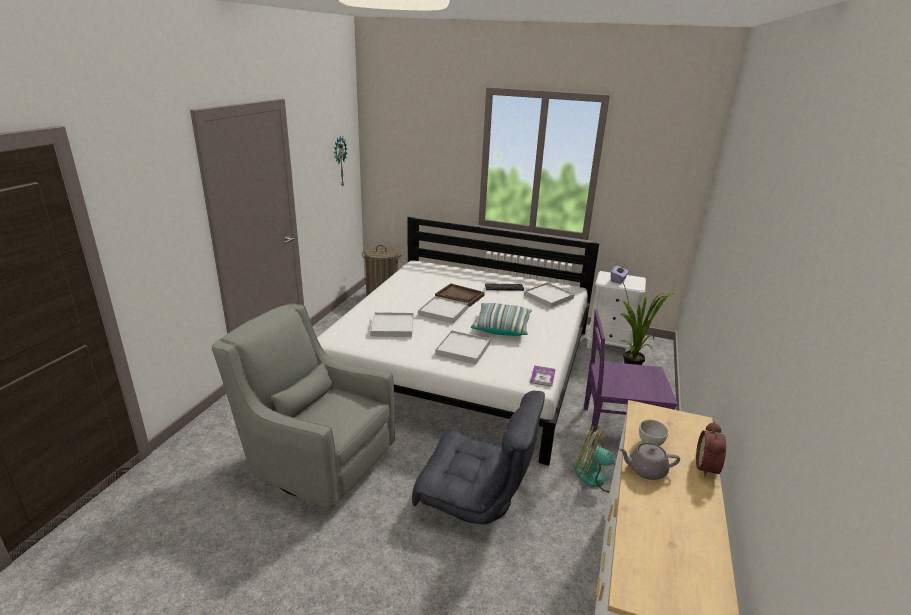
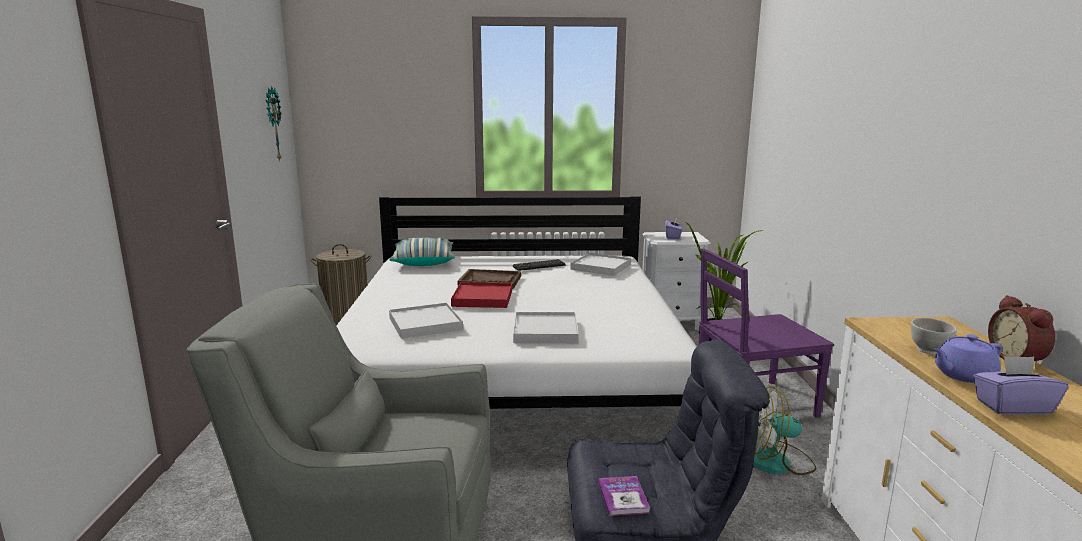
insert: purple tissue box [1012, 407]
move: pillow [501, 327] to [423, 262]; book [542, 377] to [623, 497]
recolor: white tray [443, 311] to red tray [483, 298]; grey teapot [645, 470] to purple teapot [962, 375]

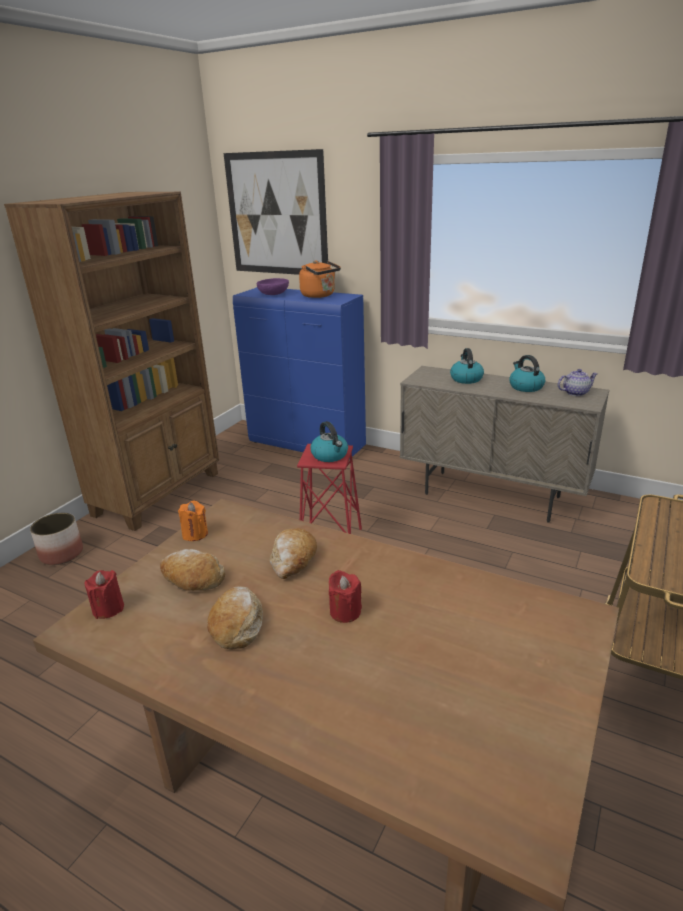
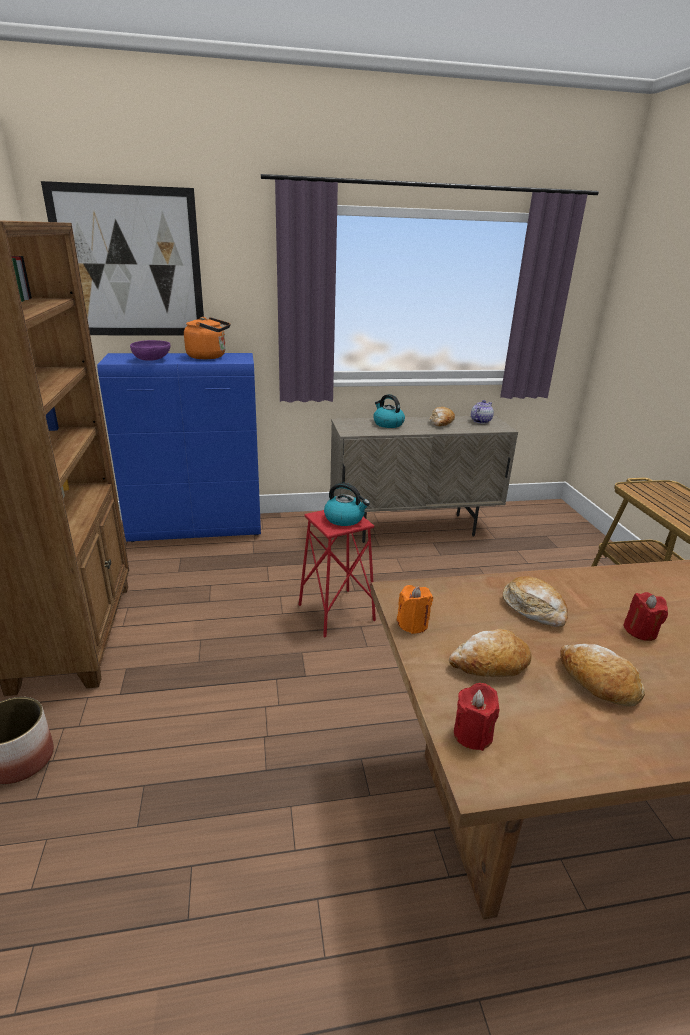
replace: kettle [525, 387] to bread [441, 422]

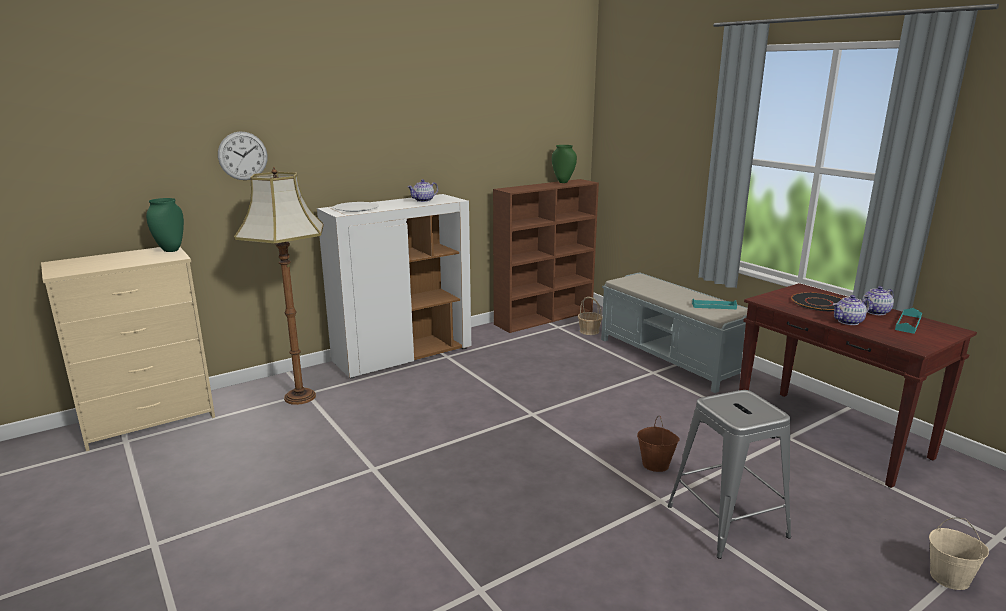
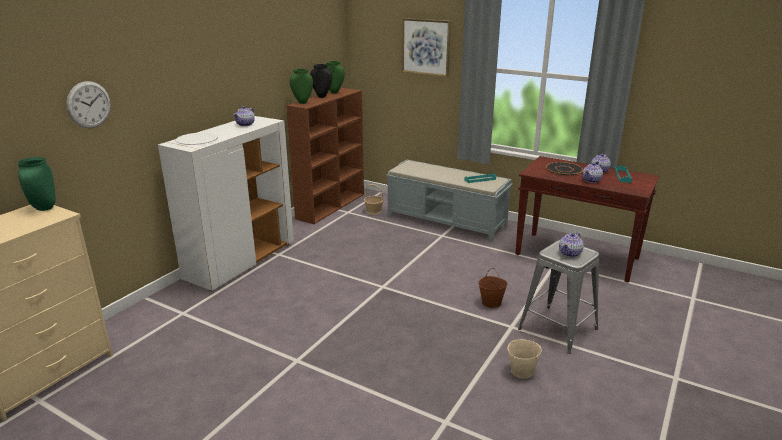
delete: floor lamp [299, 397]
insert: green vase [302, 103]; black vase [321, 97]; picture [426, 47]; teapot [570, 253]
move: beige bucket [949, 578] to [522, 371]

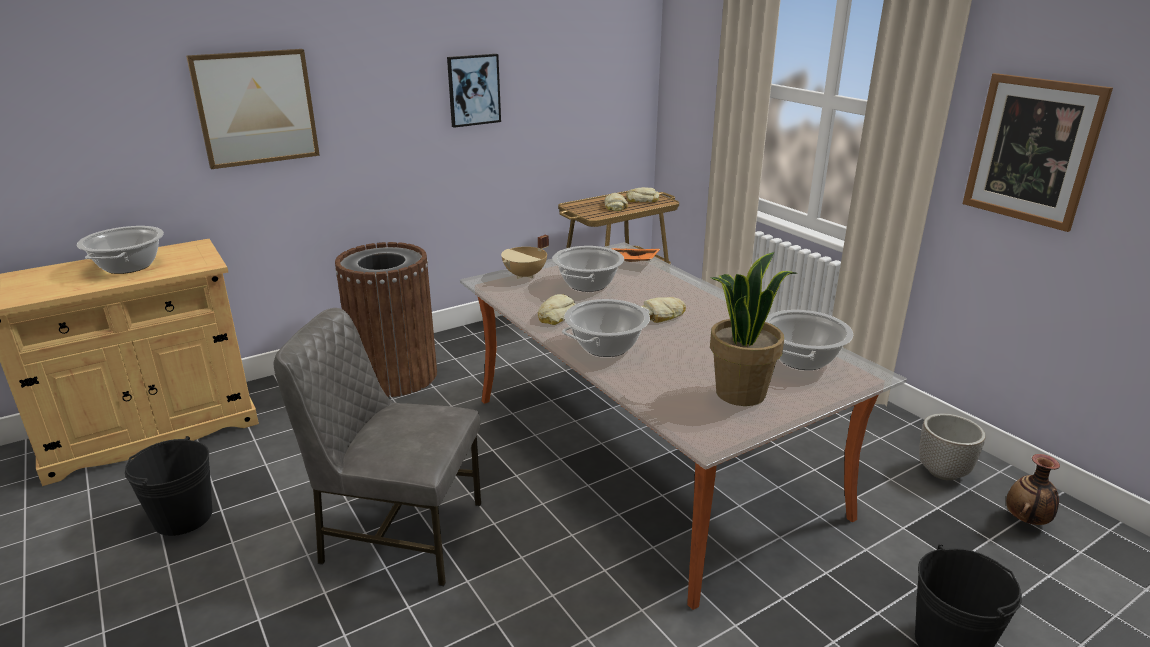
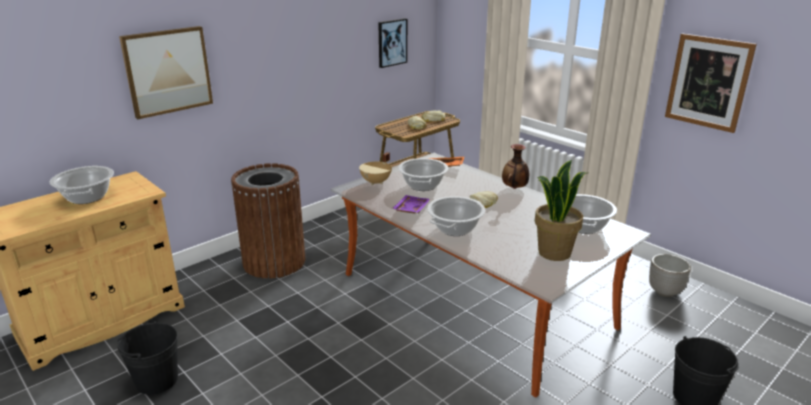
delete: grey chair [399, 533]
move: picture [473, 90] to [392, 42]; vase [1026, 520] to [514, 188]
replace: bread [555, 315] to purple tray [410, 209]

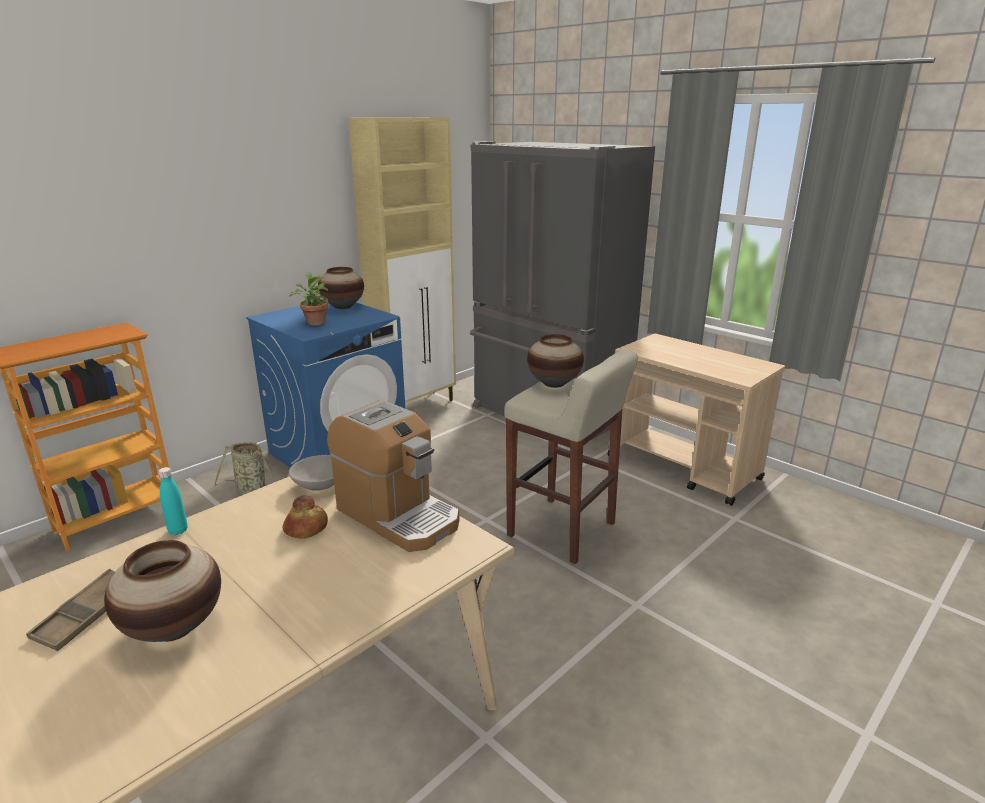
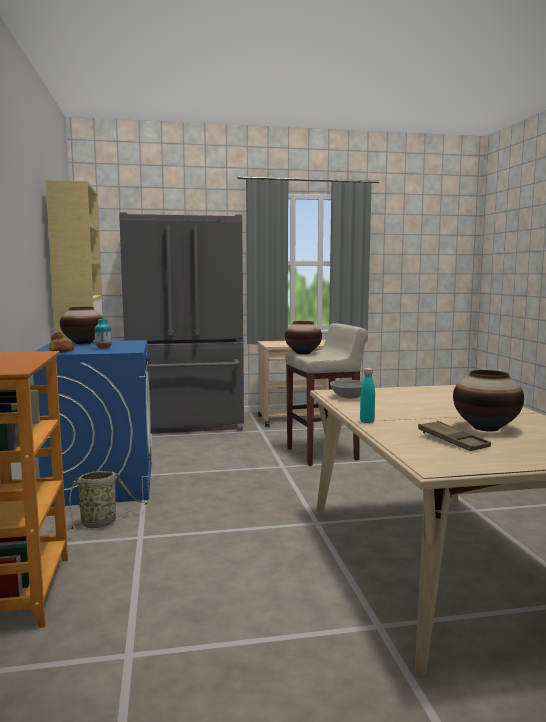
delete: coffee machine [398, 515]
move: bread [306, 528] to [61, 351]
replace: potted plant [314, 322] to vase [103, 348]

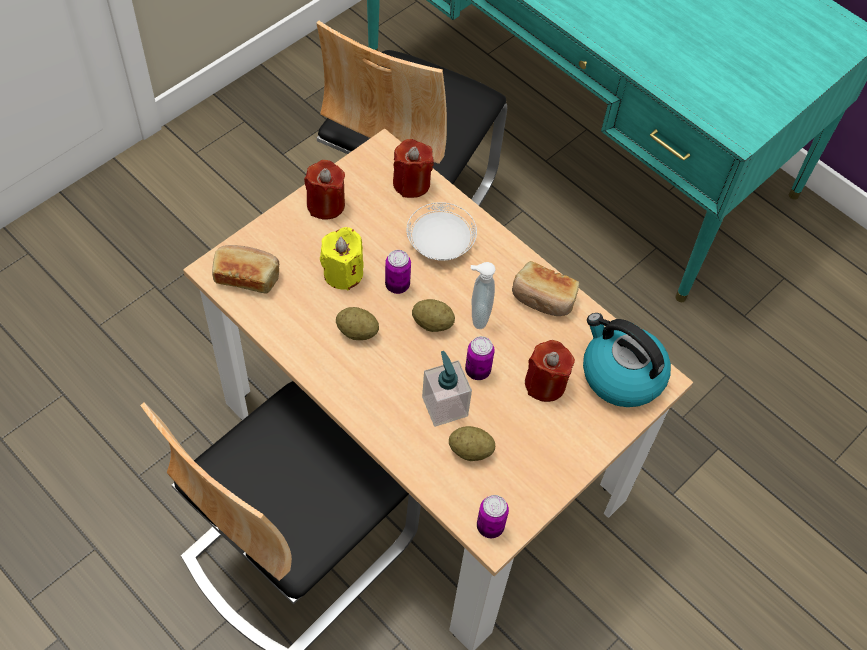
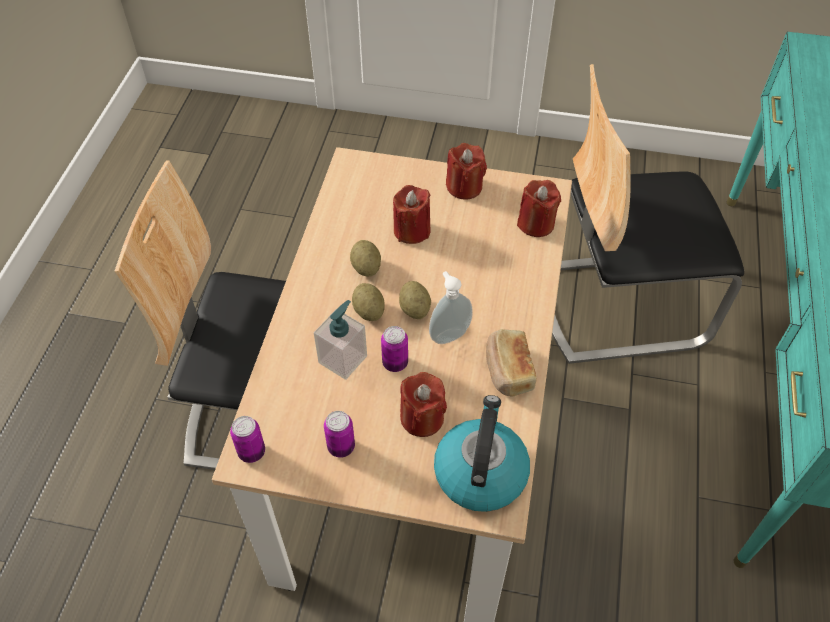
delete: bread [247, 276]; white plate [441, 244]
move: can [397, 285] to [341, 447]; potato [470, 450] to [369, 311]
recolor: yellow candle [343, 273] to red candle [412, 230]

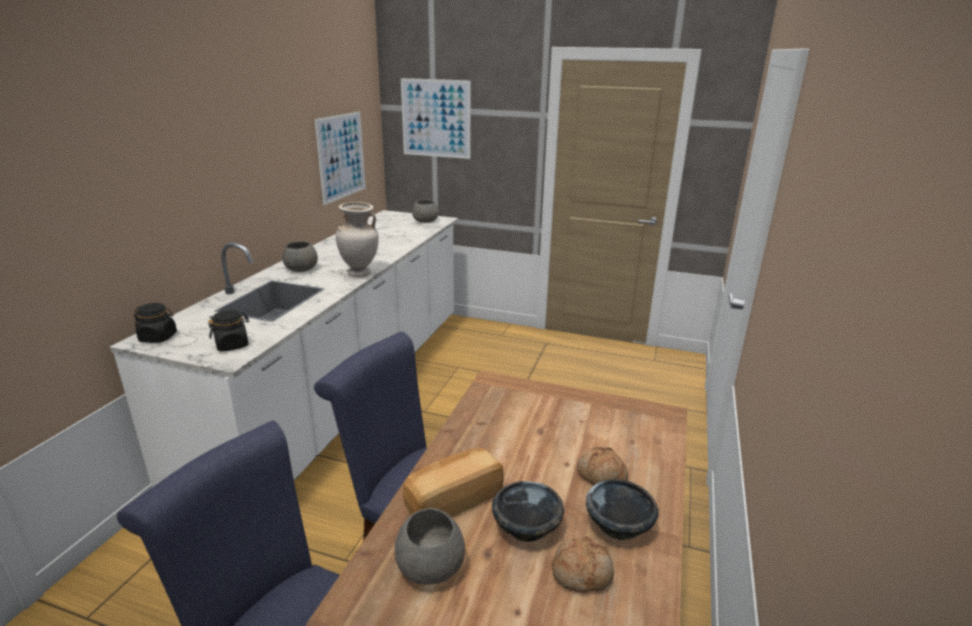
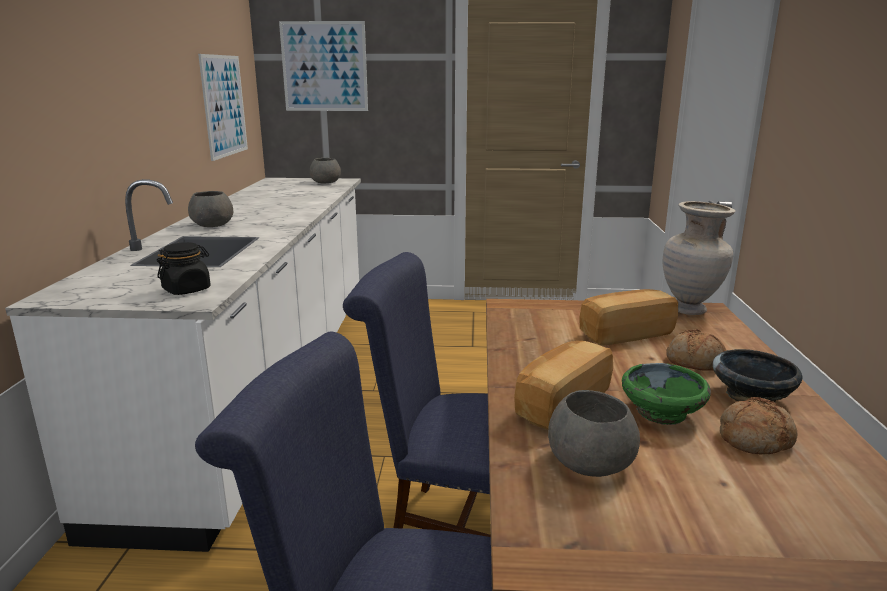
delete: black jar [158, 337]
insert: bread [624, 334]
move: beige vase [359, 273] to [689, 310]
recolor: black bowl [526, 527] to green bowl [661, 413]

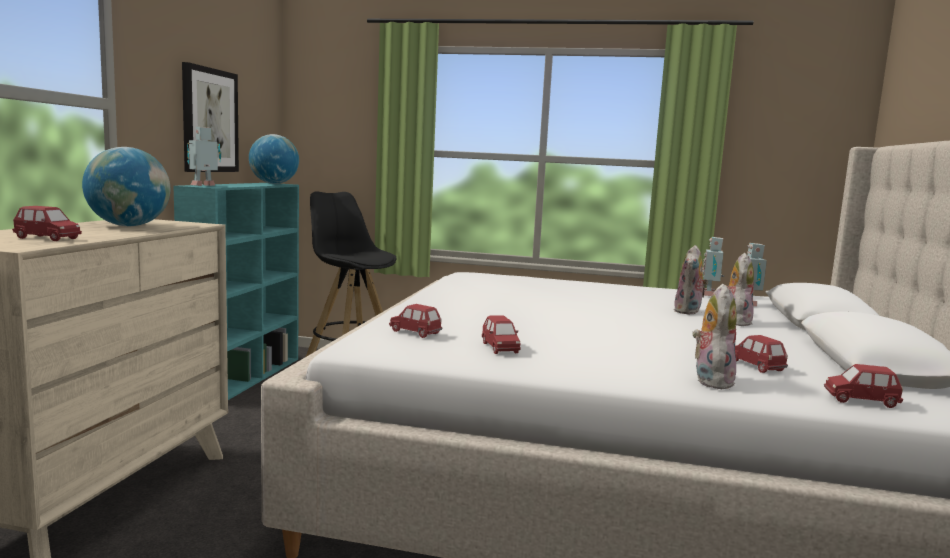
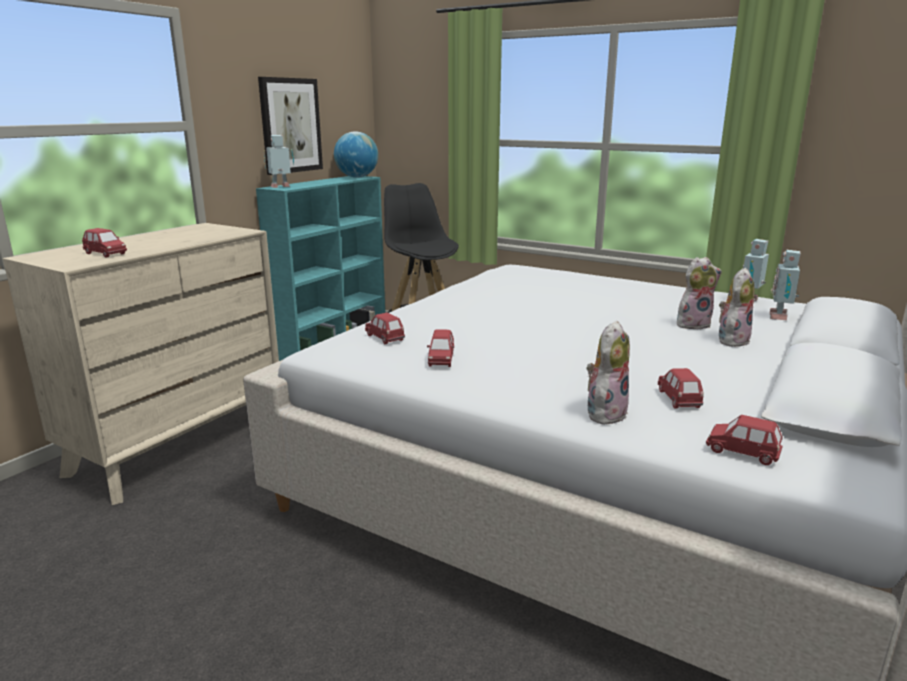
delete: globe [129, 226]
rotate: plush toy [689, 312] = [693, 324] 150 degrees counterclockwise

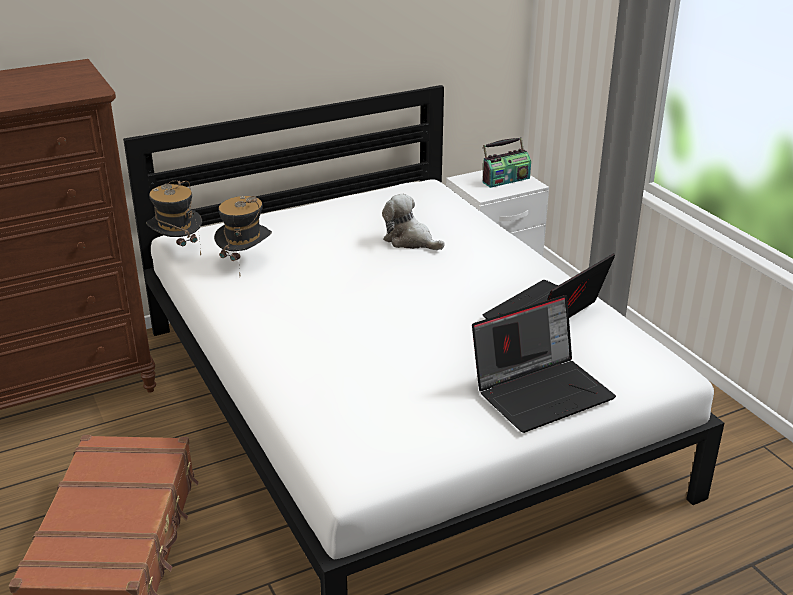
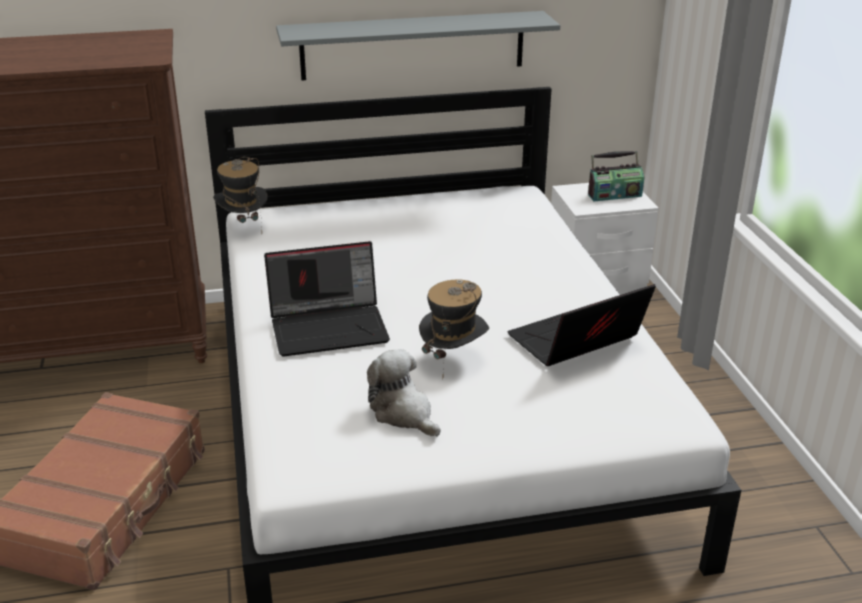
insert: grey shelf [413, 45]
move: hat [245, 263] to [453, 360]; plush toy [410, 241] to [404, 413]; laptop [542, 391] to [330, 327]

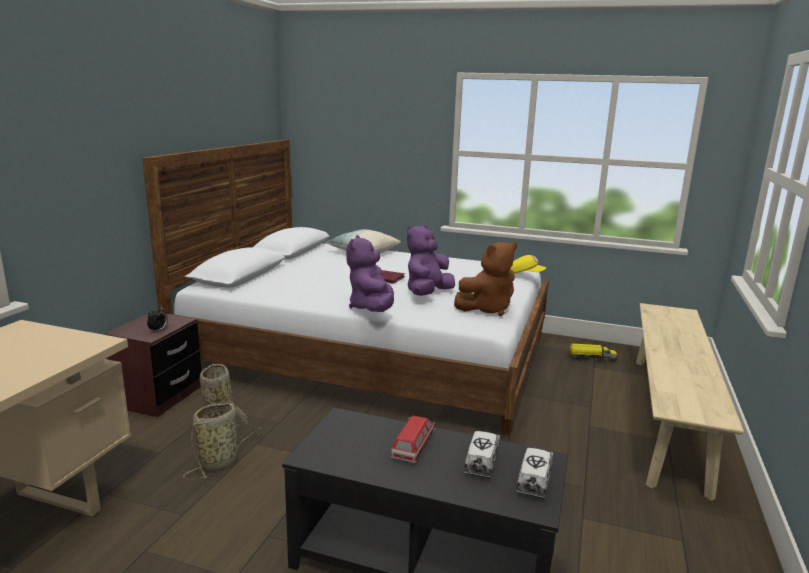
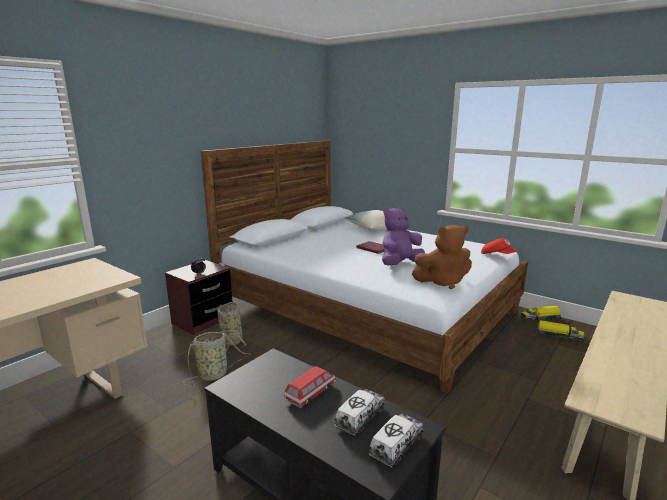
delete: purple plush toy [372, 308]
insert: toy truck [540, 318]
recolor: yellow cap [524, 275] to red cap [497, 255]

